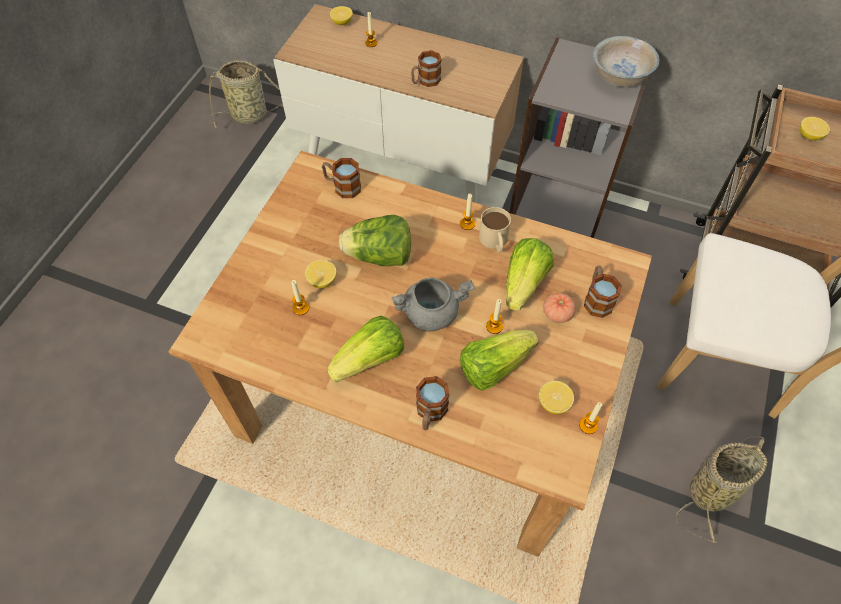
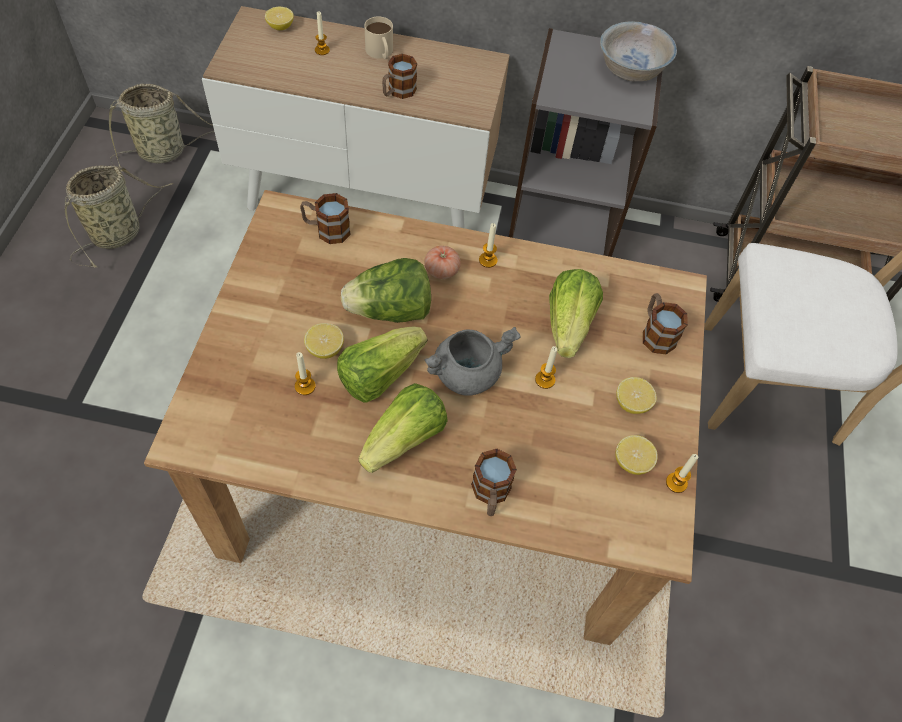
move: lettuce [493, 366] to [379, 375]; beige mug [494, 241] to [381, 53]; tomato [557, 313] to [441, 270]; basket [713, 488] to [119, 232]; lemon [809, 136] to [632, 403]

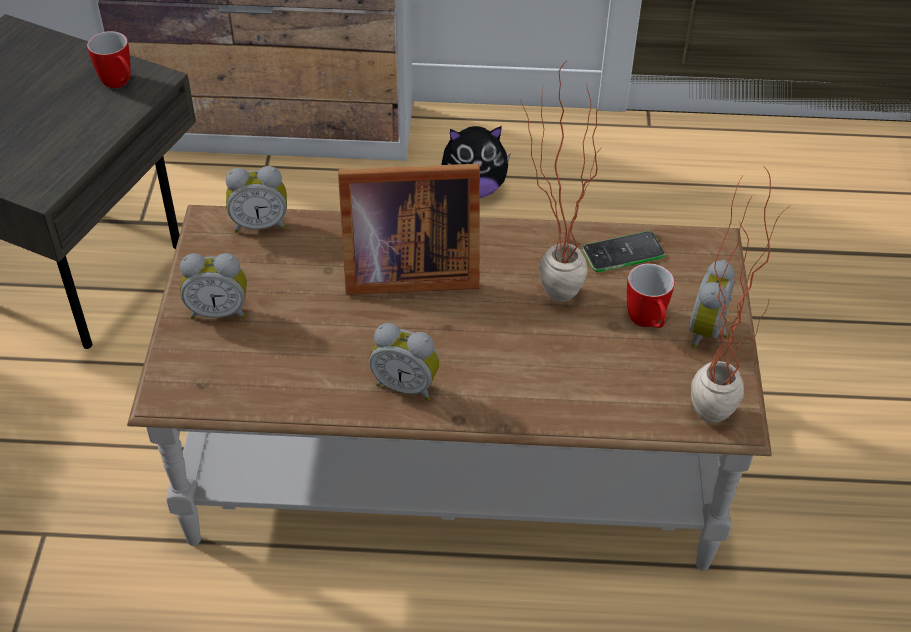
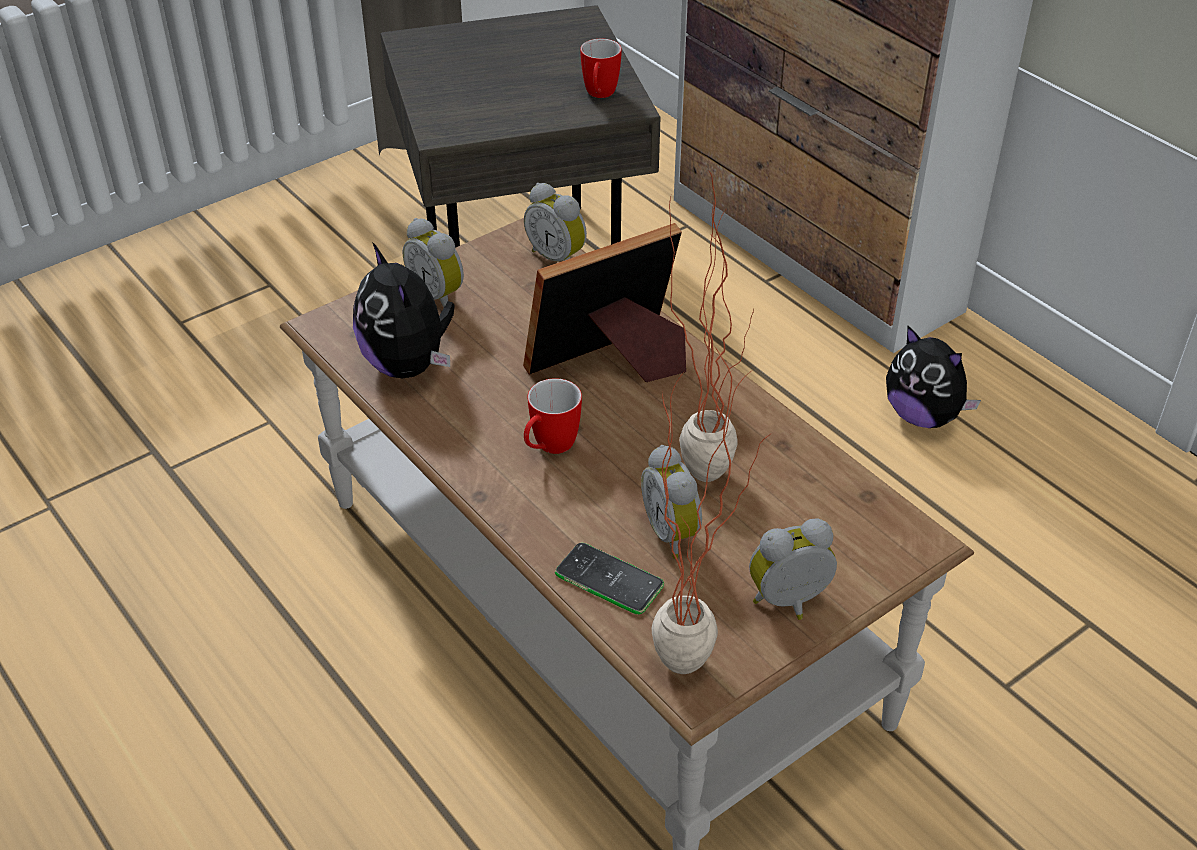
insert: plush toy [409, 364]
move: alarm clock [406, 385] to [674, 533]; phone [623, 253] to [609, 580]; mug [647, 323] to [549, 448]
rotate: picture frame [405, 269] = [612, 363] 105 degrees clockwise

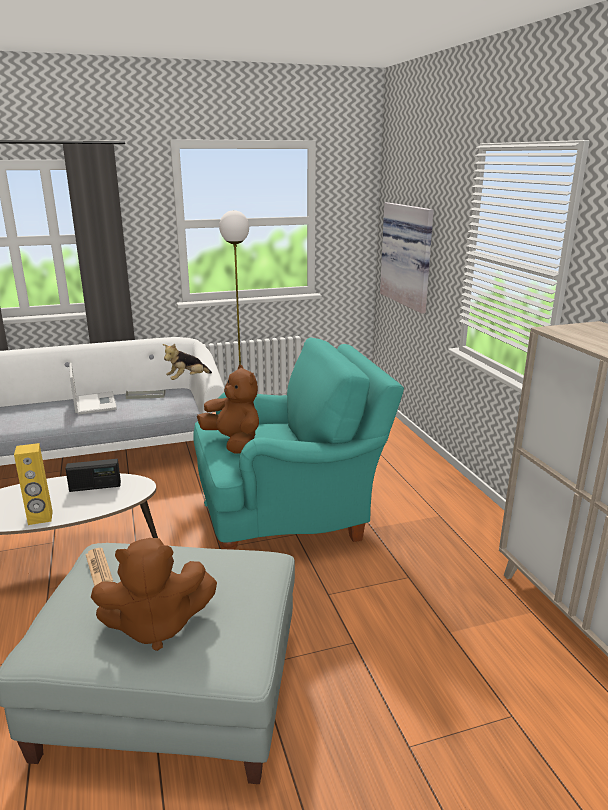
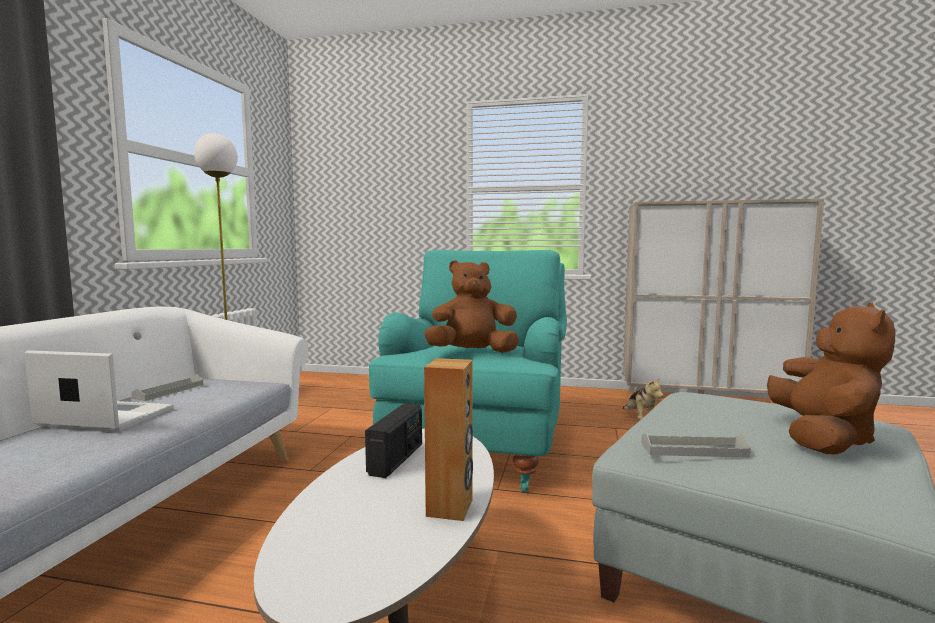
delete: picture [409, 255]
move: plush toy [187, 379] to [640, 418]
replace: newspaper [99, 567] to grey tray [693, 450]
recolor: yellow speaker [40, 518] to brown speaker [450, 508]

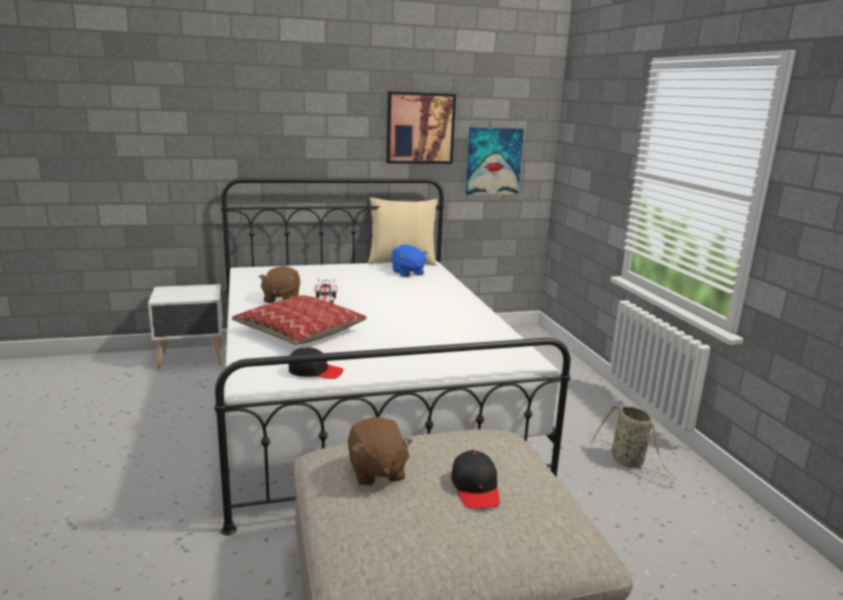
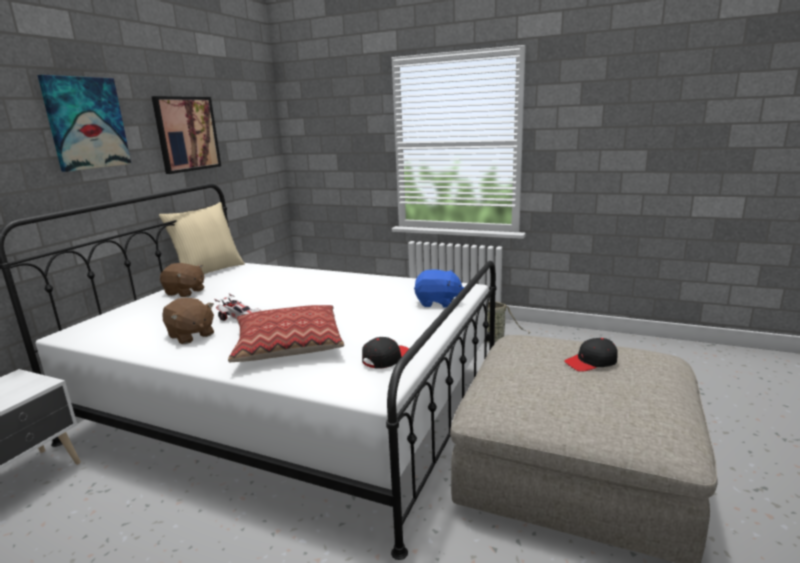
move: brown plush toy [376, 471] to [185, 292]; blue plush toy [407, 273] to [438, 302]; picture [493, 161] to [86, 123]
rotate: black cap [476, 488] = [591, 362] 135 degrees clockwise

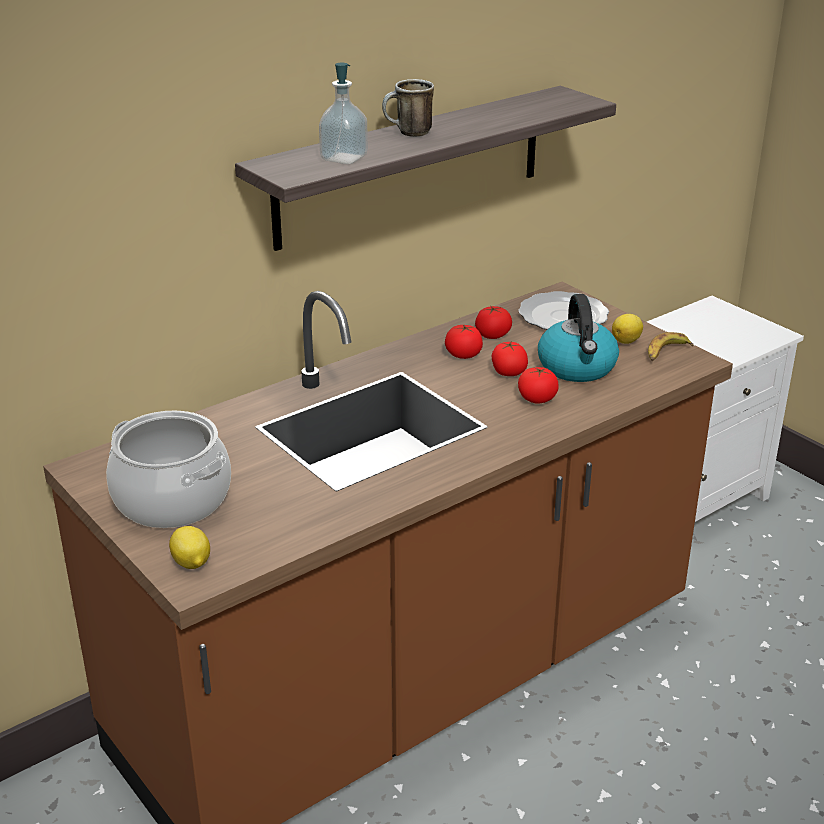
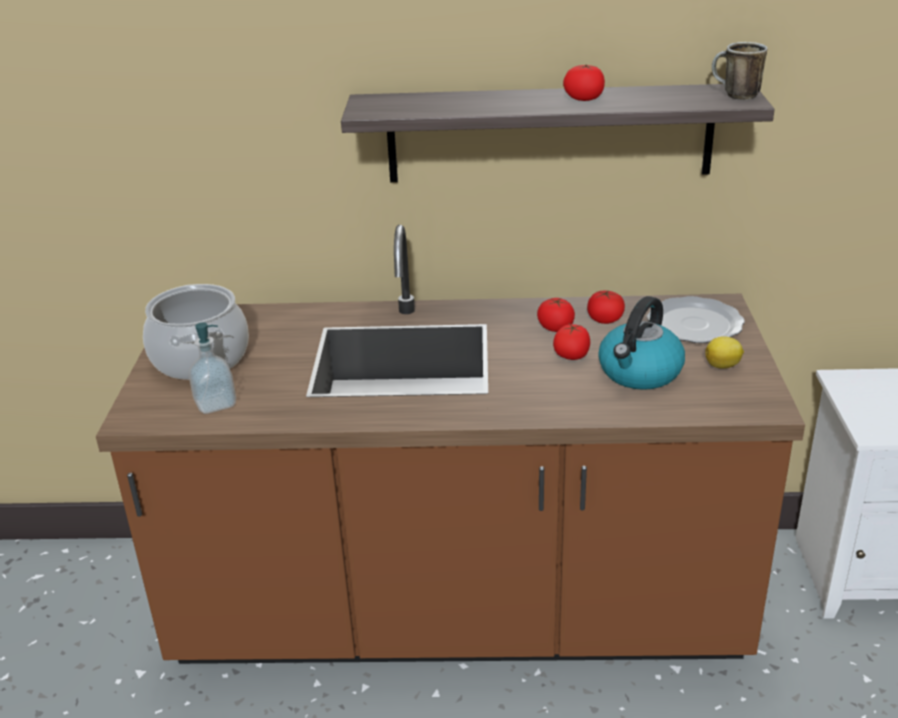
delete: lemon [191, 564]; banana [665, 352]
move: soap dispenser [344, 158] to [215, 404]; mug [408, 133] to [734, 96]; tomato [537, 399] to [583, 98]

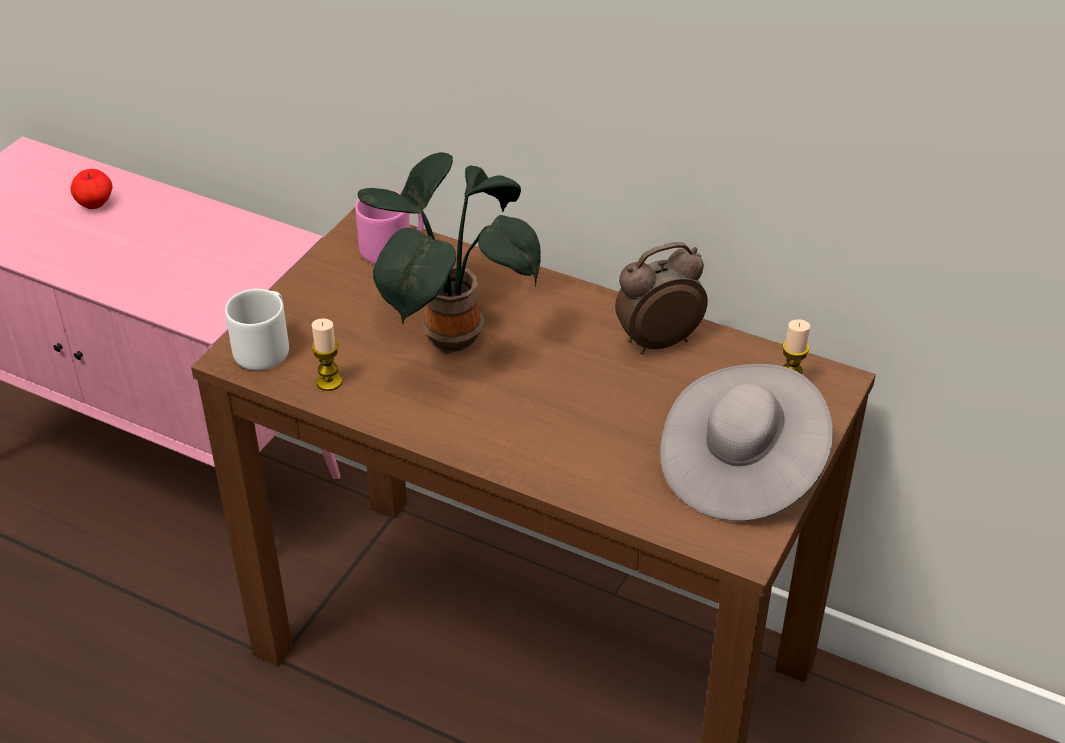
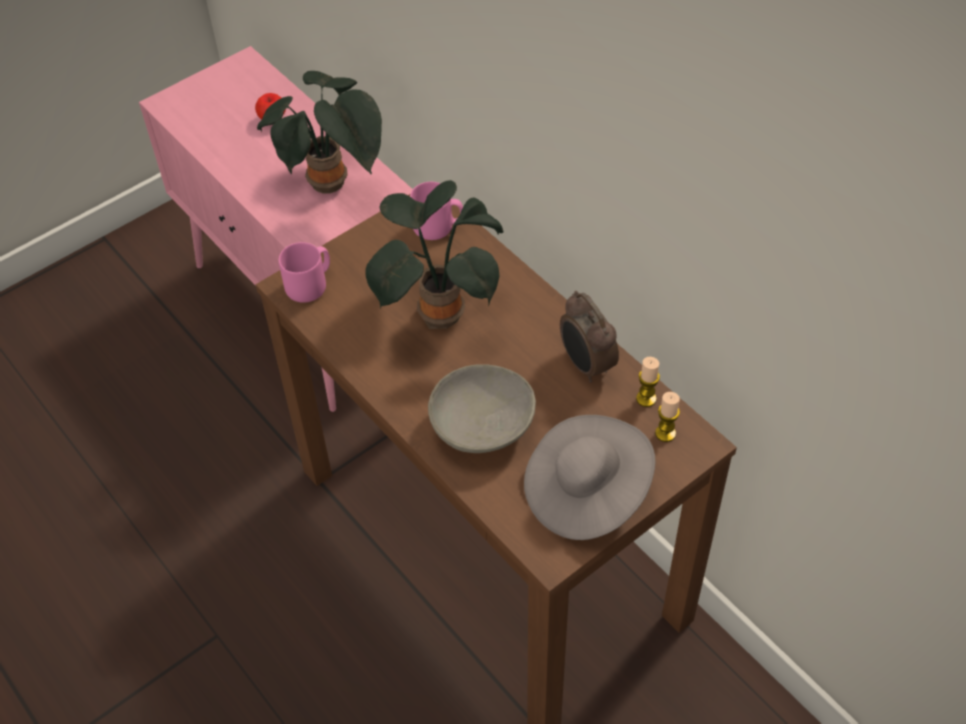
insert: potted plant [332, 185]; grey bowl [481, 426]
move: candle [329, 382] to [646, 398]
recolor: white mug [265, 348] to pink mug [310, 284]
rotate: alarm clock [656, 341] = [586, 365] 120 degrees counterclockwise

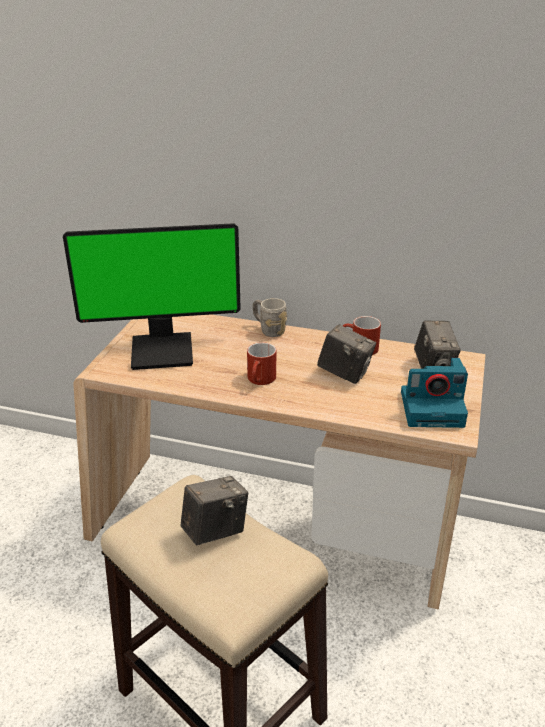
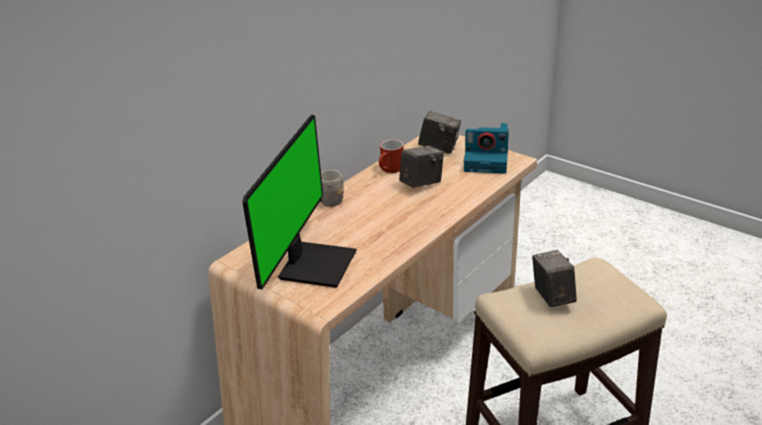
delete: red mug [261, 380]
rotate: photo camera [433, 408] = [487, 161] 75 degrees clockwise

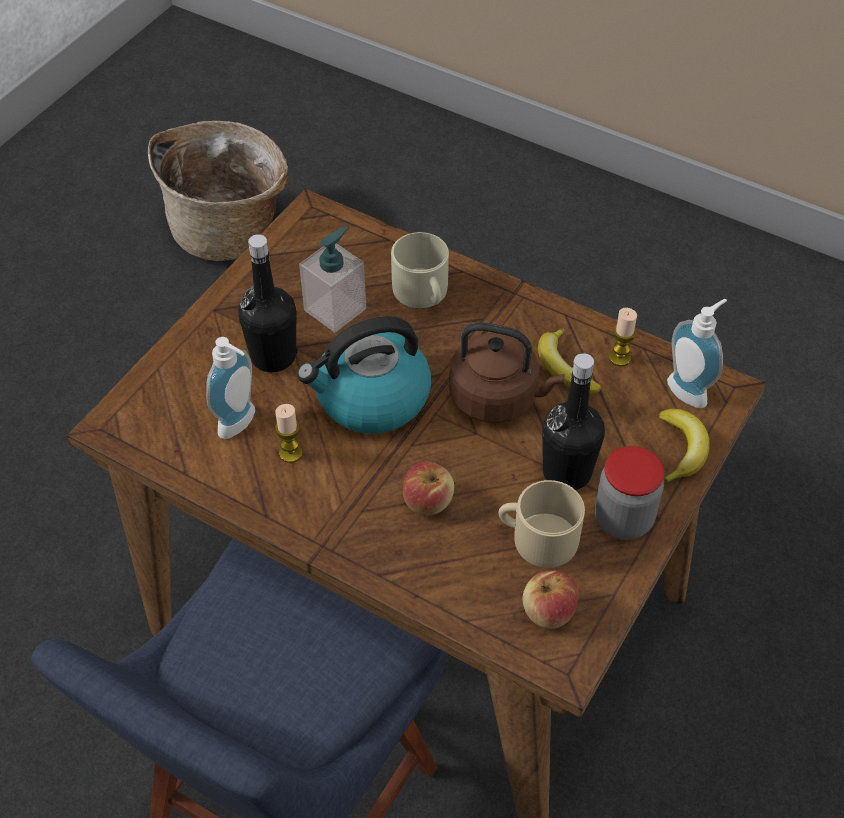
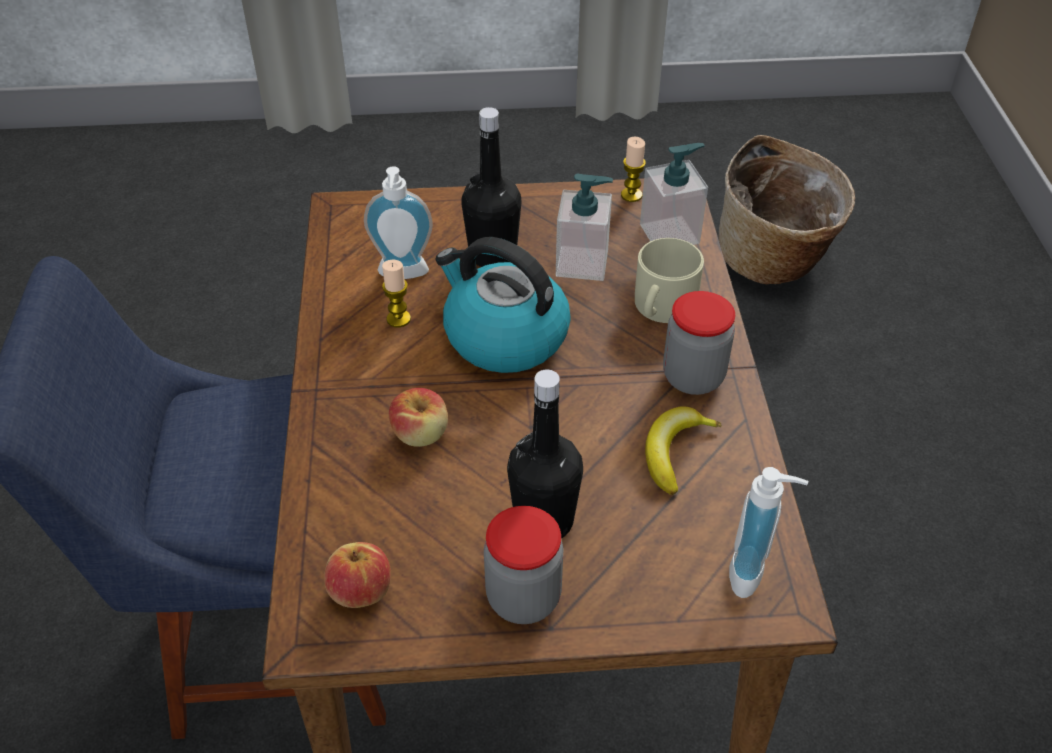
delete: brown kettle [498, 398]; beige mug [537, 538]; banana [681, 450]
insert: soap dispenser [670, 233]; jar [693, 377]
move: candle [619, 358] to [631, 195]

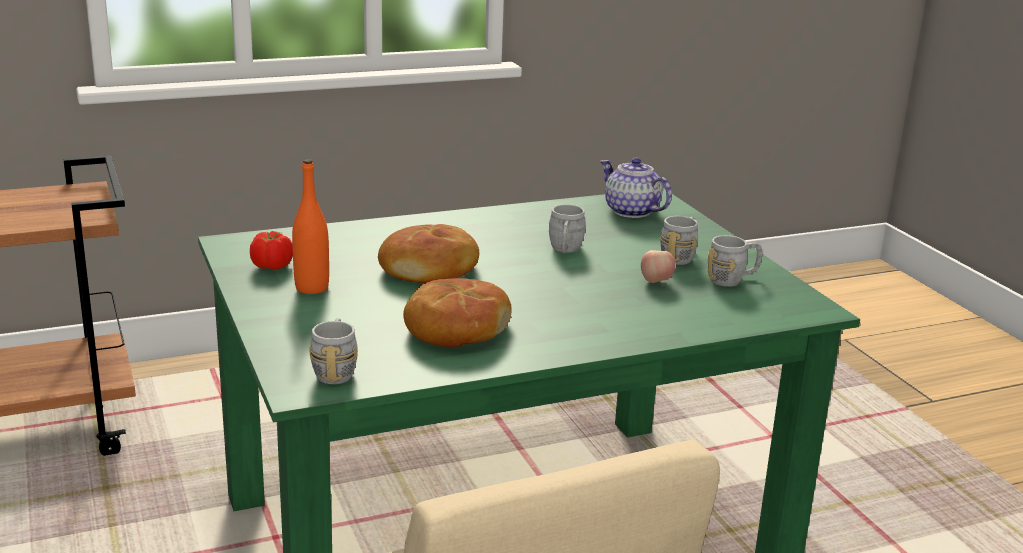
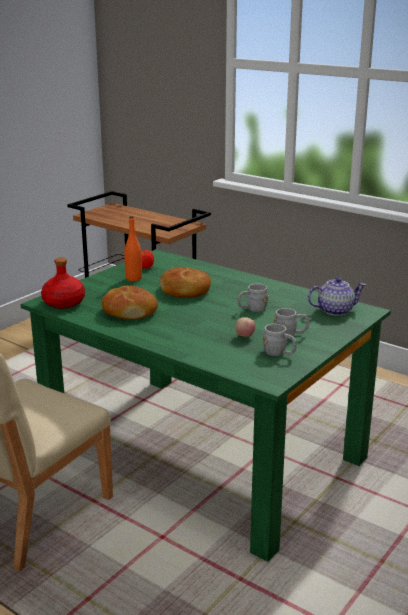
replace: grey mug [335, 370] to red bottle [64, 303]
rotate: teapot [630, 211] = [335, 310] 60 degrees clockwise

